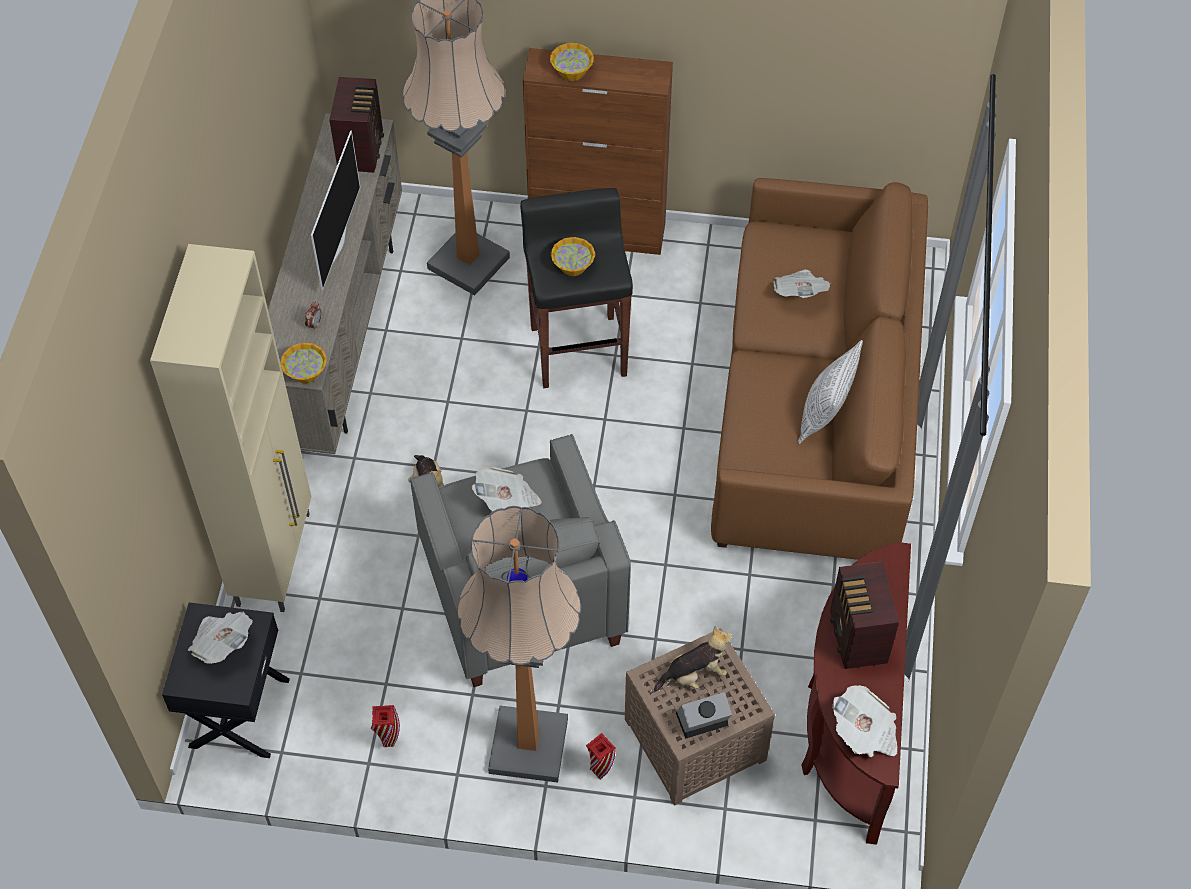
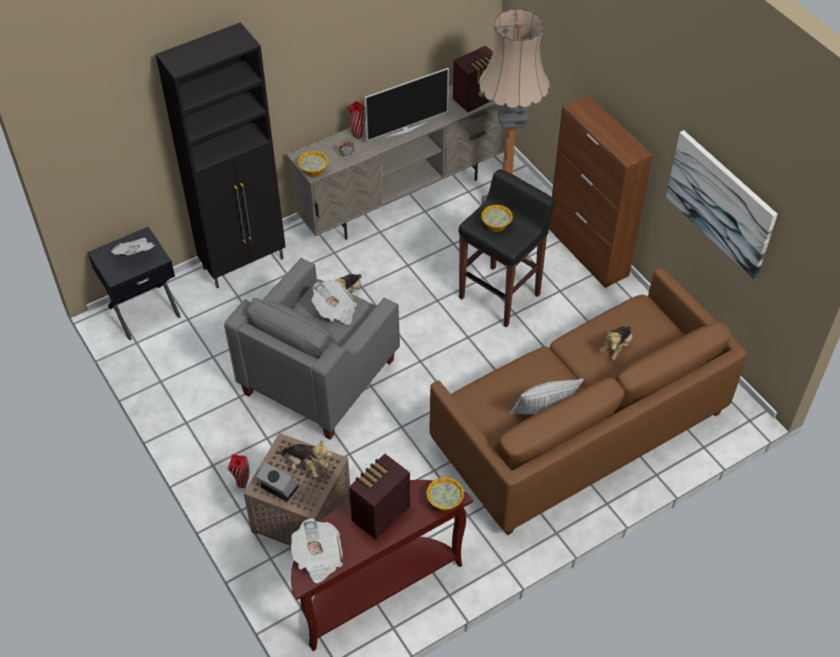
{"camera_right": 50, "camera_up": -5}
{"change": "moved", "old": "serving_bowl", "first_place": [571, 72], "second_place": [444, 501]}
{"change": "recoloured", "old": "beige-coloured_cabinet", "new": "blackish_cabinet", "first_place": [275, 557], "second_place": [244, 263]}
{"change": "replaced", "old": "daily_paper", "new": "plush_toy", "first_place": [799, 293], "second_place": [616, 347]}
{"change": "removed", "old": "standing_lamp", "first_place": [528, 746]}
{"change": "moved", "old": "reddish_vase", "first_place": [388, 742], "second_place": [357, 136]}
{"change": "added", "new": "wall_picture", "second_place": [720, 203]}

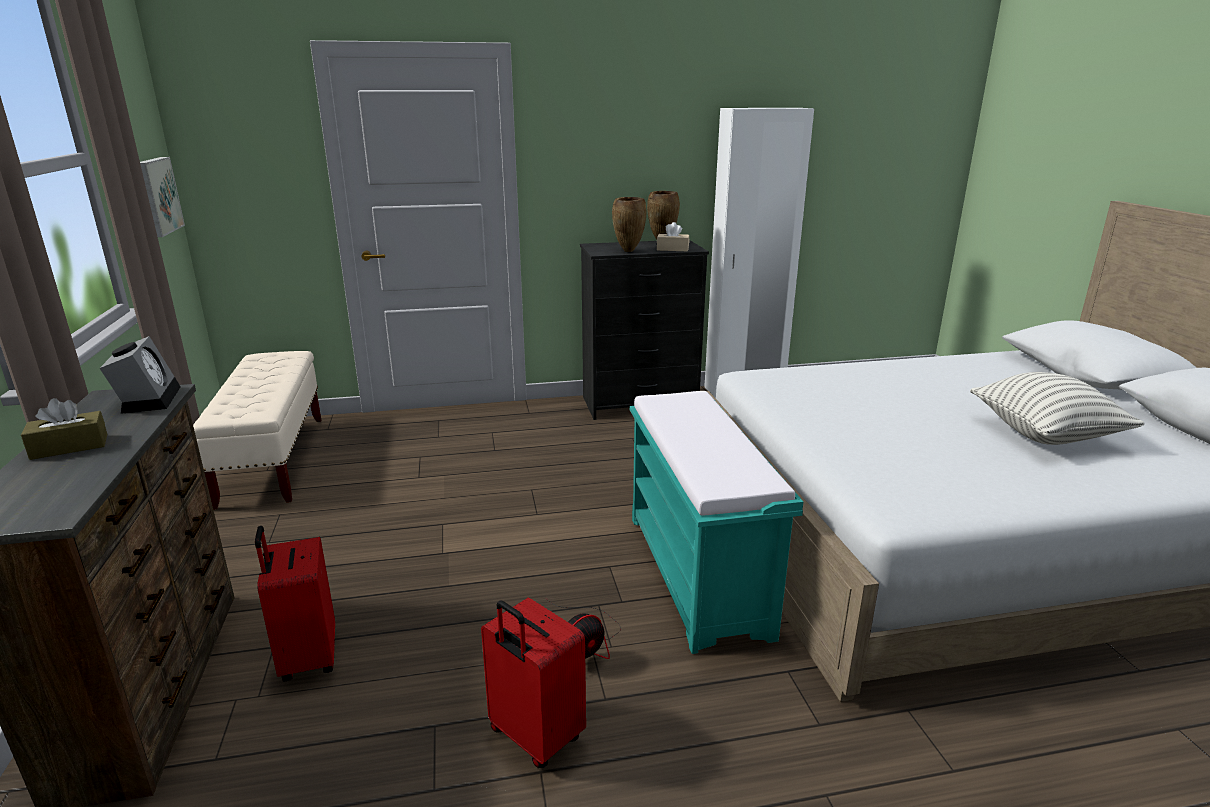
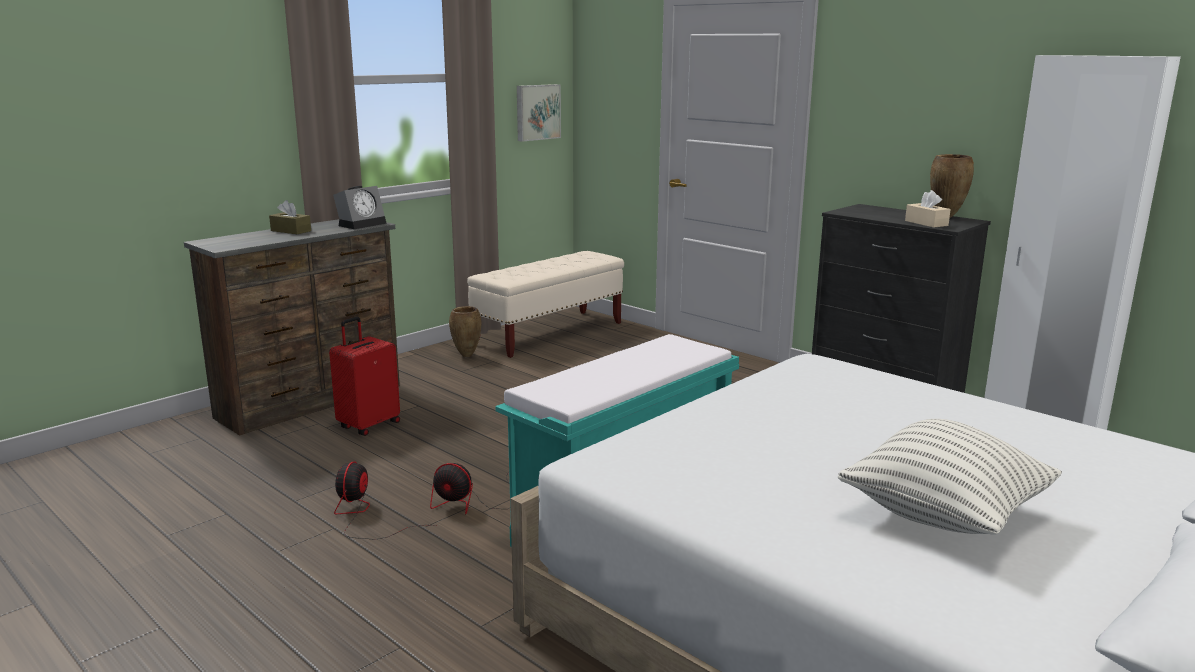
{"camera_right": 55, "camera_up": -5}
{"change": "moved", "old": "brownish_vase", "first_place": [628, 251], "second_place": [466, 356]}
{"change": "replaced", "old": "reddish_suitcase", "new": "cooling_fan", "first_place": [534, 737], "second_place": [363, 515]}

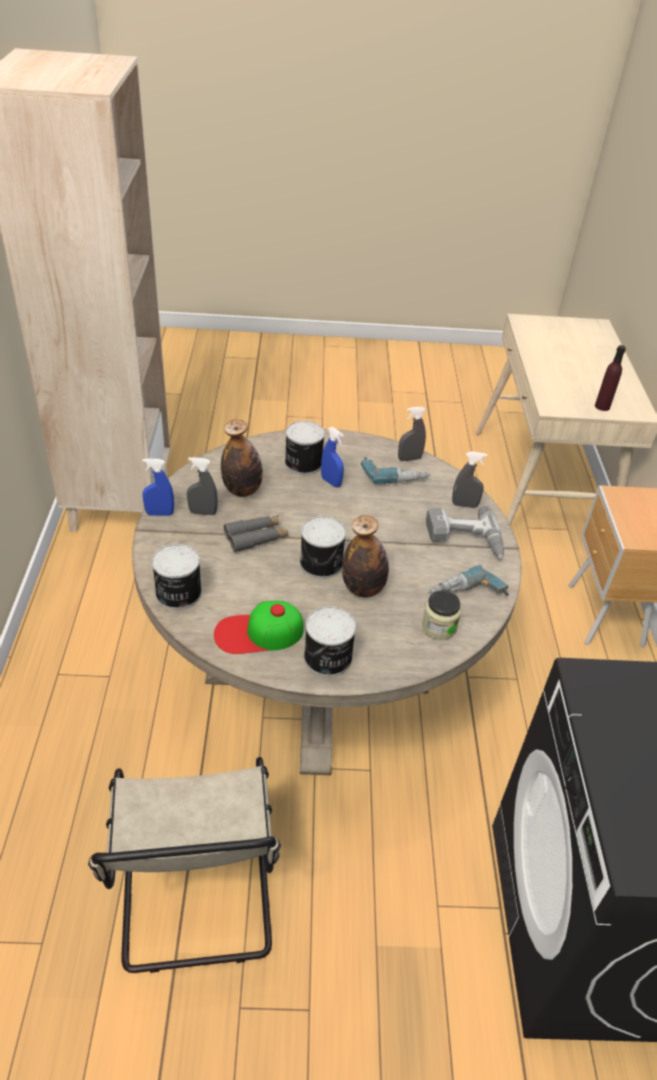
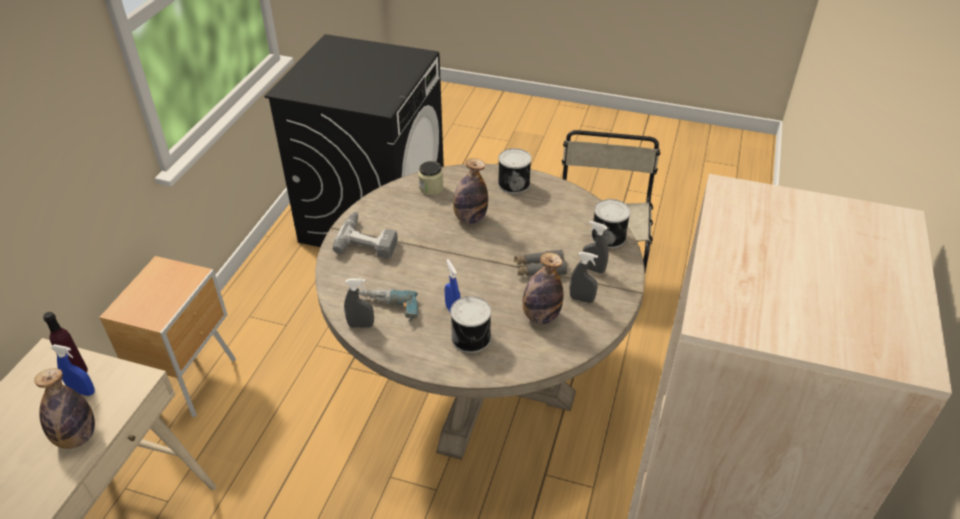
{"camera_right": -160, "camera_up": 0}
{"change": "moved", "old": "grey_sprayer", "first_place": [464, 505], "second_place": [593, 269]}
{"change": "moved", "old": "blue_sprayer", "first_place": [159, 513], "second_place": [83, 391]}
{"change": "removed", "old": "can", "first_place": [322, 563]}
{"change": "removed", "old": "electric_drill", "first_place": [467, 596]}
{"change": "removed", "old": "peaked_cap", "first_place": [258, 633]}
{"change": "added", "new": "bottle", "second_place": [77, 437]}

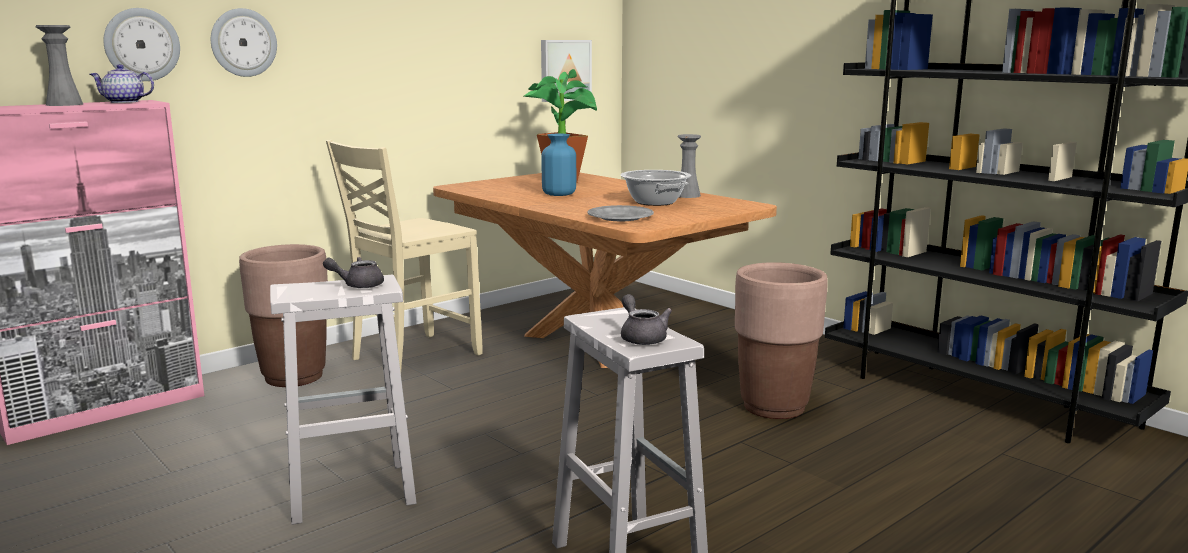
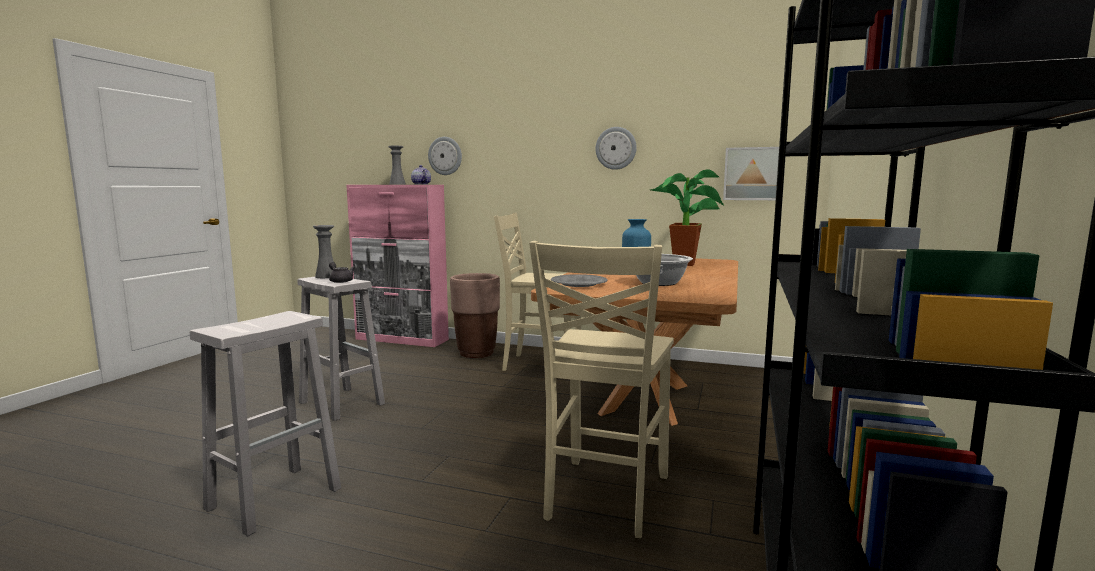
{"camera_right": 60, "camera_up": -5}
{"change": "moved", "old": "clock_on_the_wall", "first_place": [243, 42], "second_place": [616, 148]}
{"change": "moved", "old": "grey_vase", "first_place": [687, 195], "second_place": [326, 276]}
{"change": "replaced", "old": "brownish_planter", "new": "beige-coloured_chair", "first_place": [774, 407], "second_place": [604, 497]}
{"change": "removed", "old": "grey_tea_pot", "first_place": [641, 337]}

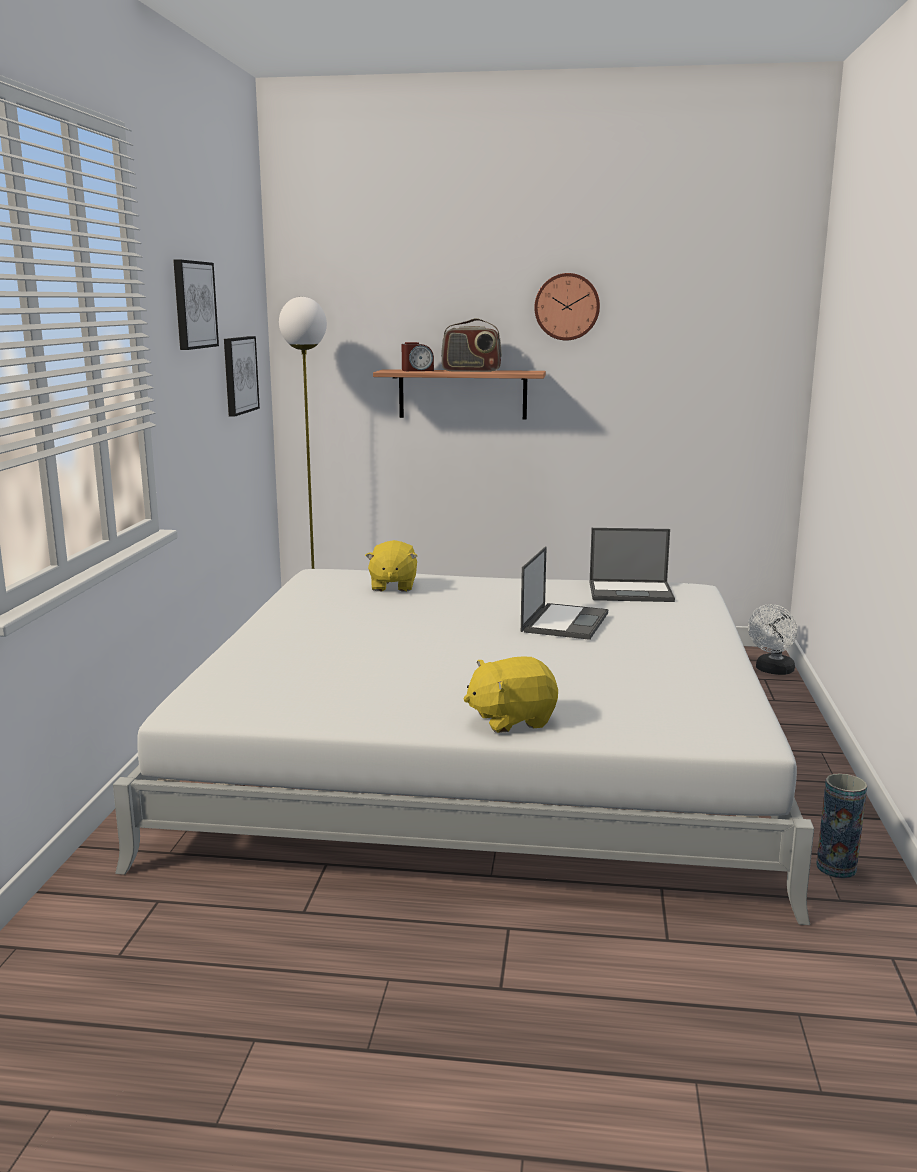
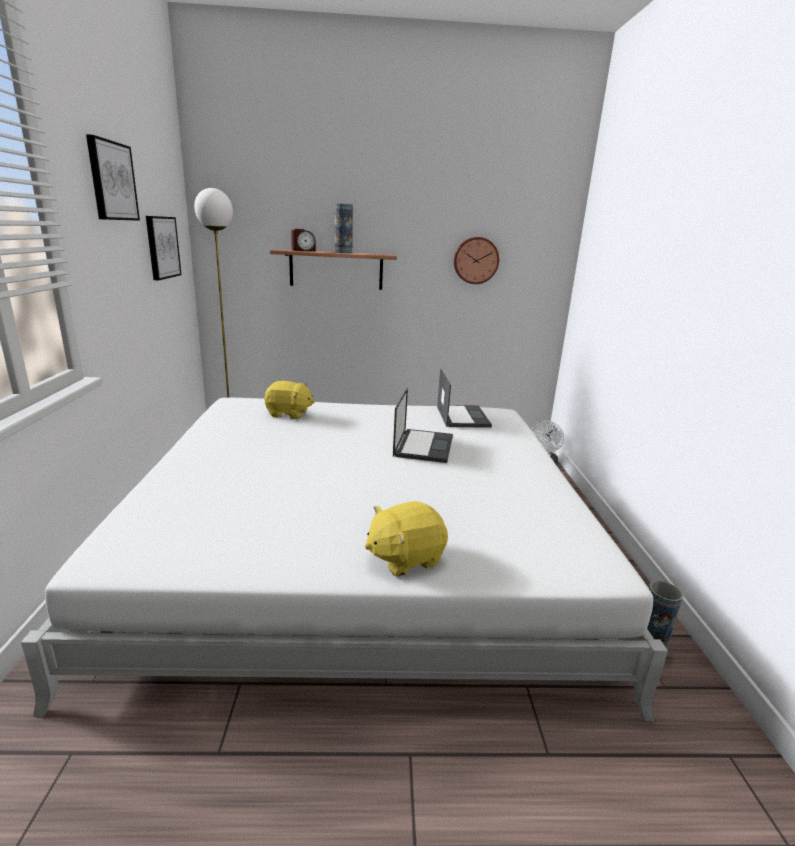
{"camera_right": -10, "camera_up": 5}
{"change": "moved", "old": "clock_on_the_wall", "first_place": [567, 306], "second_place": [475, 260]}
{"change": "replaced", "old": "radio_set", "new": "vase", "first_place": [471, 371], "second_place": [343, 252]}
{"change": "turned", "old": "notebook_computer", "first_place": [631, 592], "second_place": [462, 416], "degrees": -90}
{"change": "turned", "old": "yellow-coloured_plush_toy", "first_place": [392, 586], "second_place": [289, 414], "degrees": -75}

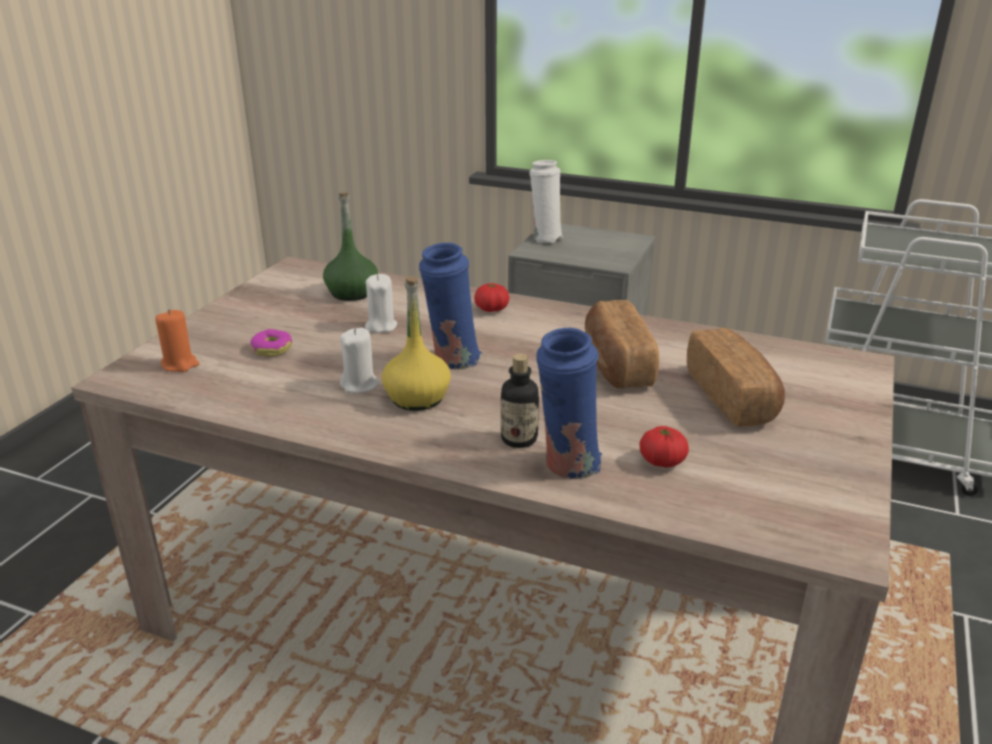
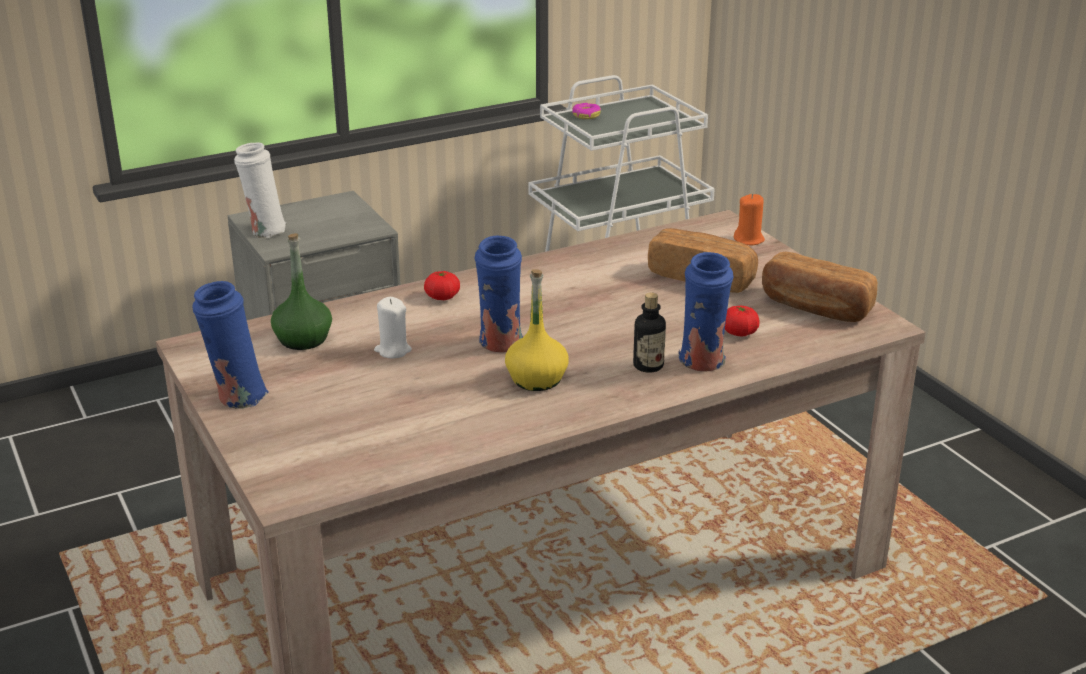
{"camera_right": -50, "camera_up": 0}
{"change": "moved", "old": "bakery_bread", "first_place": [616, 364], "second_place": [815, 307]}
{"change": "moved", "old": "orange-coloured_wax_light", "first_place": [180, 364], "second_place": [749, 240]}
{"change": "removed", "old": "white-coloured_wax_light", "first_place": [360, 385]}
{"change": "moved", "old": "doughnut", "first_place": [272, 349], "second_place": [586, 115]}
{"change": "added", "new": "blue_vase", "second_place": [237, 398]}

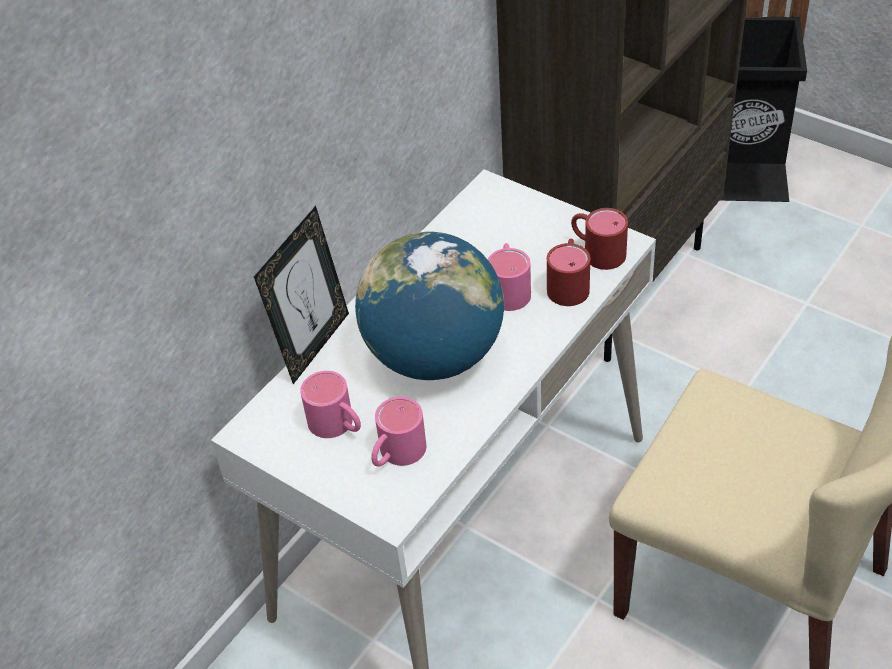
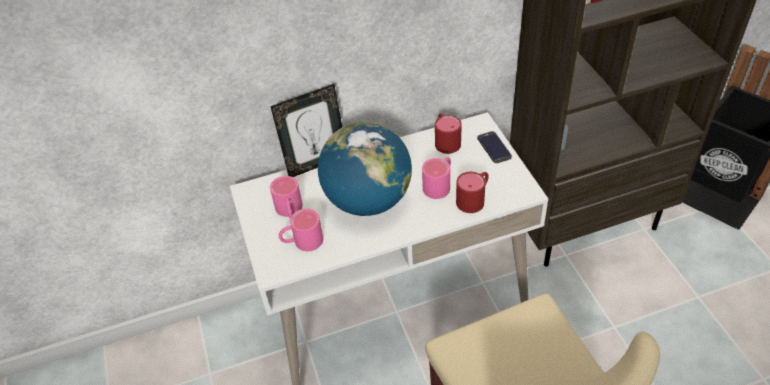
{"camera_right": 35, "camera_up": 0}
{"change": "moved", "old": "reddish_mug", "first_place": [597, 251], "second_place": [445, 140]}
{"change": "added", "new": "telephone", "second_place": [494, 147]}

